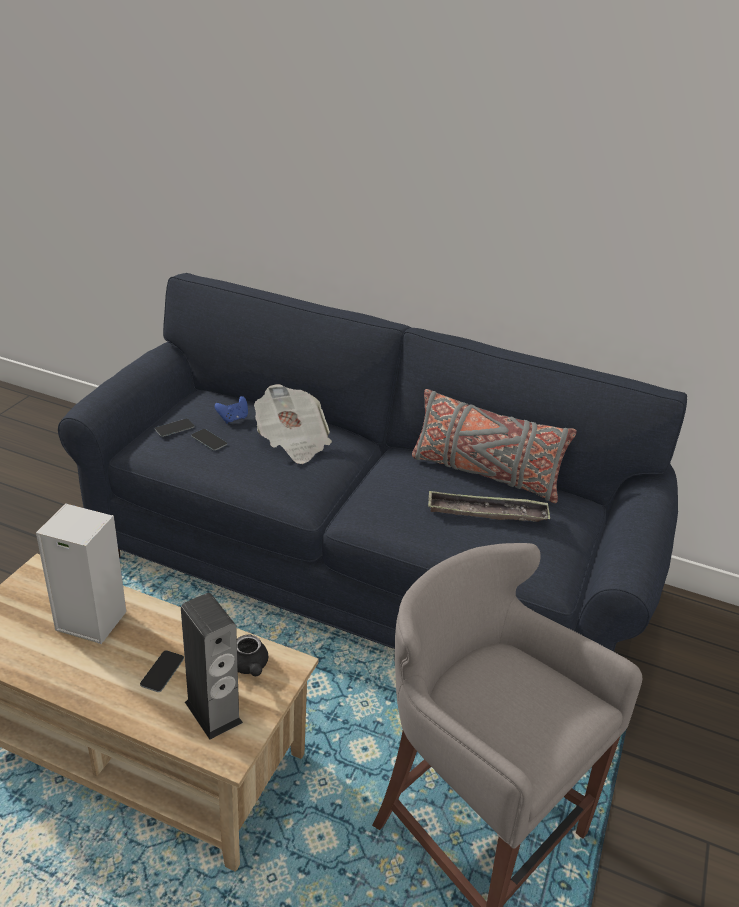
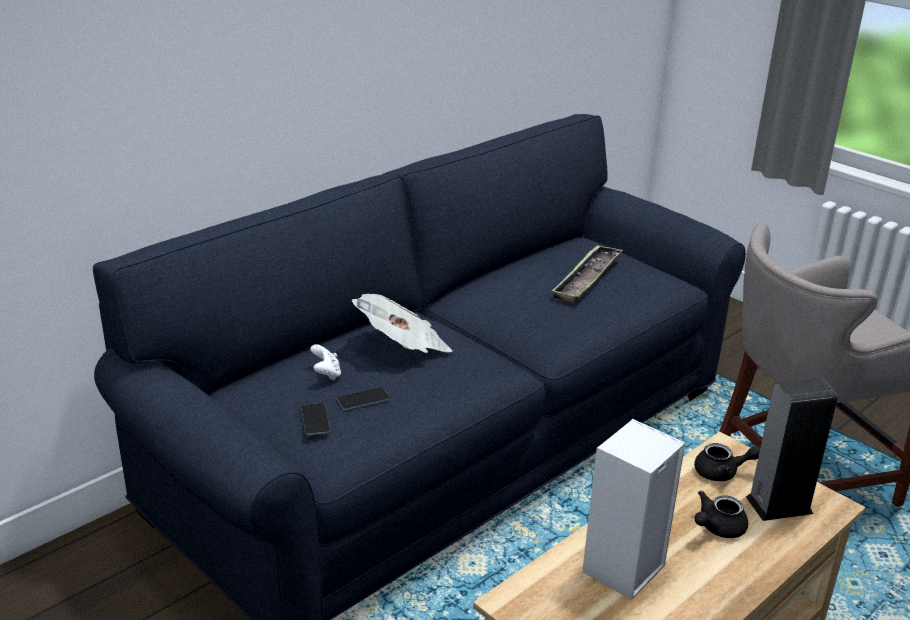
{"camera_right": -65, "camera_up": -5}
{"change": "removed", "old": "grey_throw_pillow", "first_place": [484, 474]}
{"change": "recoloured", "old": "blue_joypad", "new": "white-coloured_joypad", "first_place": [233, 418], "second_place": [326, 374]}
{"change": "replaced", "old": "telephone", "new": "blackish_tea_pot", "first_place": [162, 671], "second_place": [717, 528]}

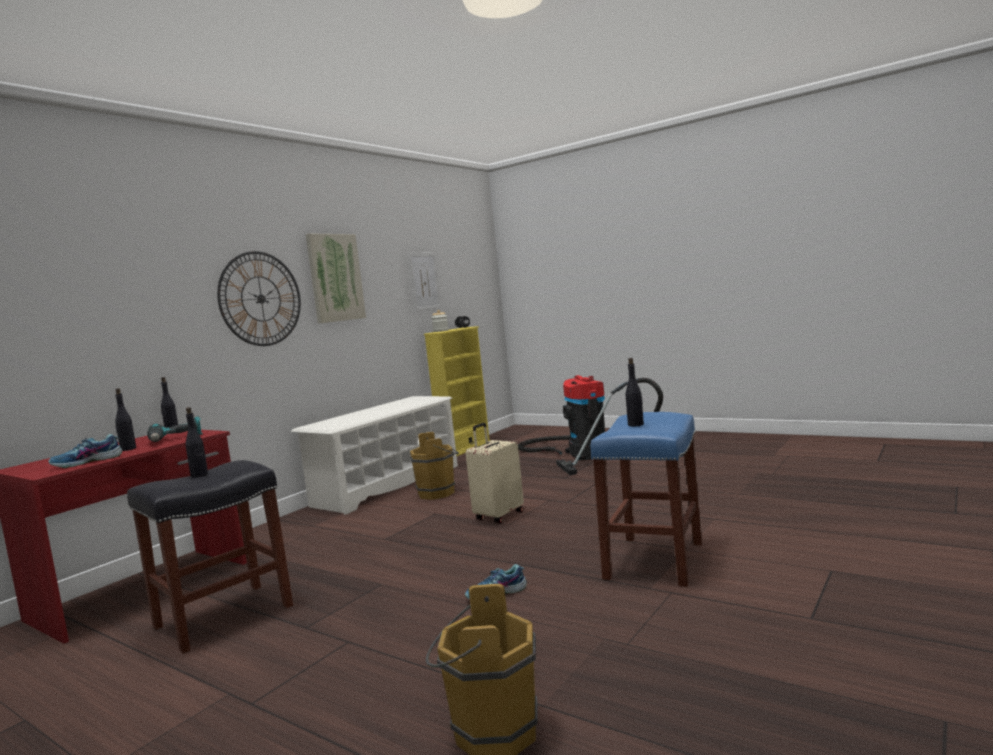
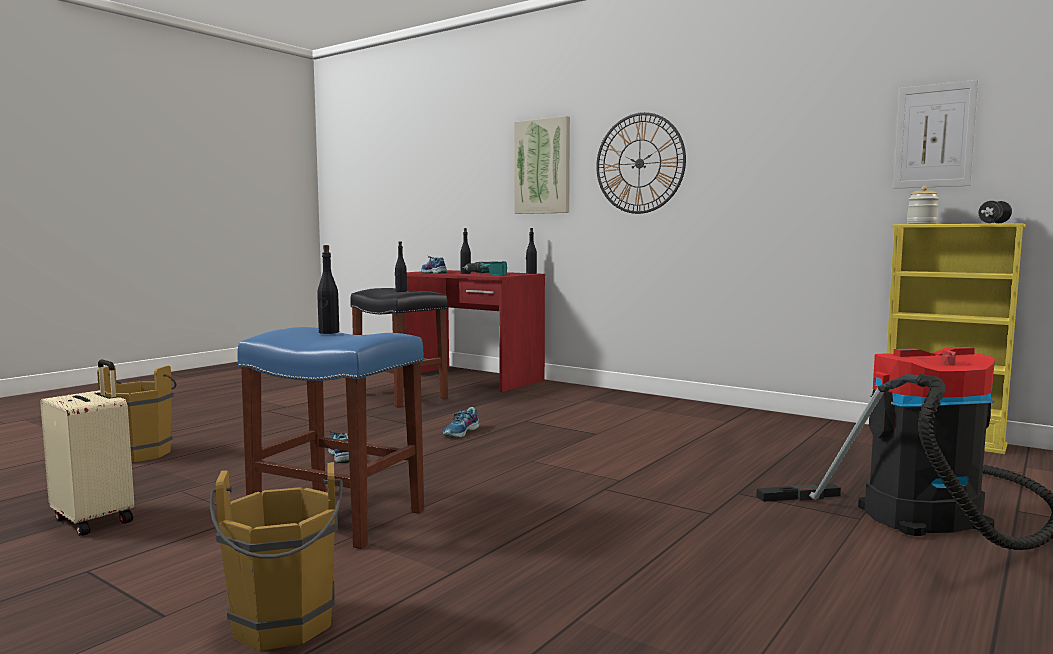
{"camera_right": 90, "camera_up": 0}
{"change": "moved", "old": "wall_picture", "first_place": [335, 278], "second_place": [542, 166]}
{"change": "removed", "old": "white-coloured_shoe_rack", "first_place": [387, 485]}
{"change": "moved", "old": "beige-coloured_suitcase", "first_place": [498, 516], "second_place": [95, 519]}
{"change": "moved", "old": "brownish_bucket", "first_place": [439, 493], "second_place": [283, 628]}
{"change": "added", "new": "item_of_footwear", "second_place": [461, 432]}

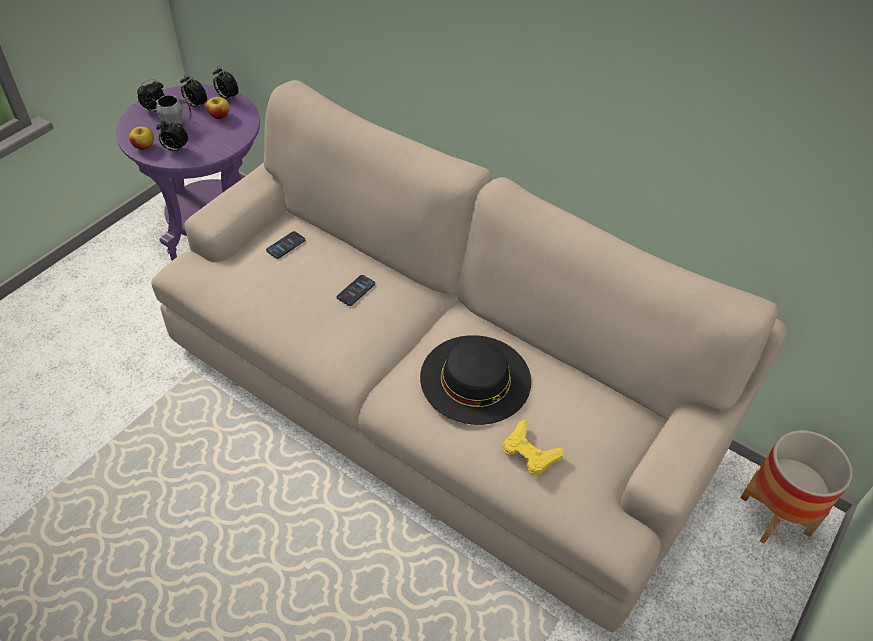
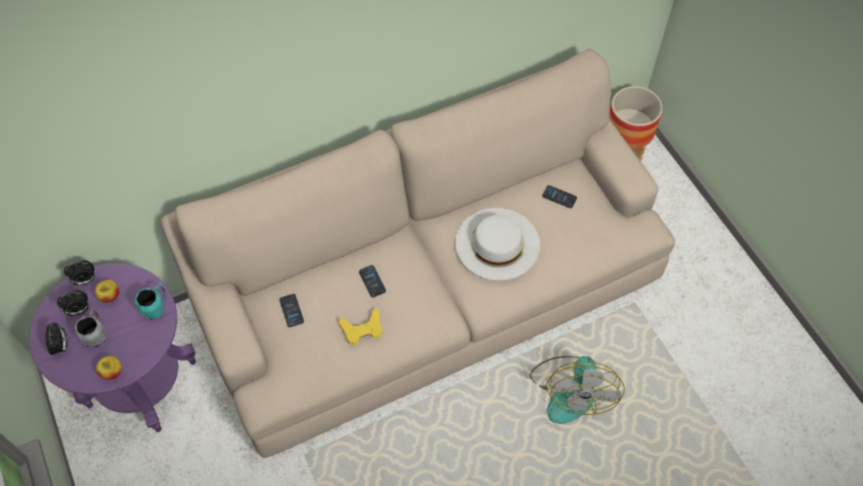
{"camera_right": -60, "camera_up": 10}
{"change": "removed", "old": "alarm_clock", "first_place": [175, 149]}
{"change": "recoloured", "old": "blackish_clothing_hat", "new": "white-coloured_clothing_hat", "first_place": [475, 378], "second_place": [497, 243]}
{"change": "moved", "old": "yellow-coloured_joypad", "first_place": [530, 452], "second_place": [362, 329]}
{"change": "added", "new": "telephone", "second_place": [559, 197]}
{"change": "added", "new": "turquoise-coloured_mug", "second_place": [156, 307]}
{"change": "added", "new": "cooling_fan", "second_place": [570, 390]}

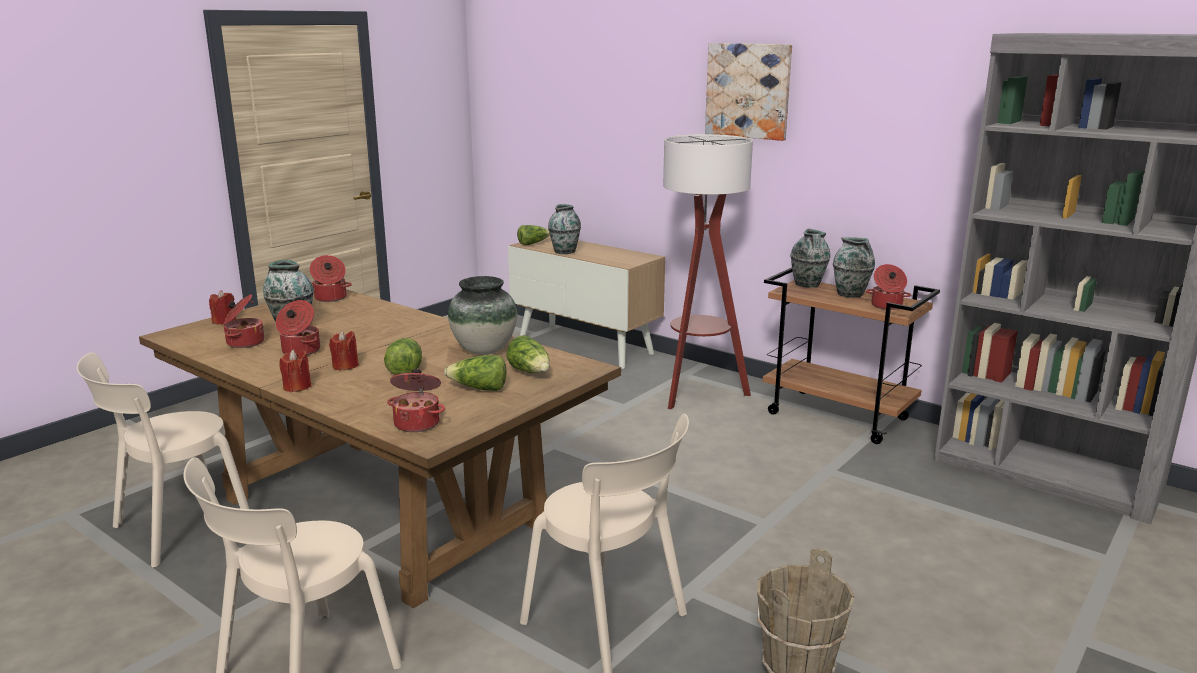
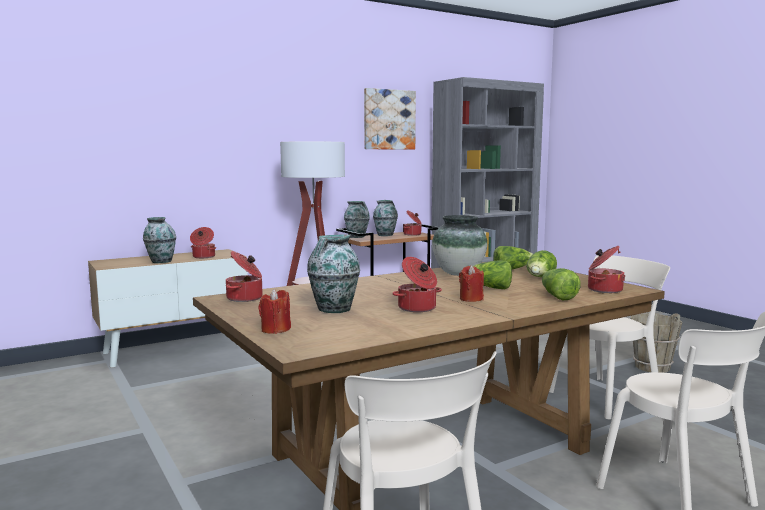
{"camera_right": -70, "camera_up": -10}
{"change": "moved", "old": "wall_picture", "first_place": [748, 91], "second_place": [389, 119]}
{"change": "moved", "old": "lettuce_head", "first_place": [533, 243], "second_place": [557, 296]}
{"change": "moved", "old": "saucepot", "first_place": [244, 342], "second_place": [203, 257]}
{"change": "removed", "old": "reddish_wax_light", "first_place": [297, 387]}

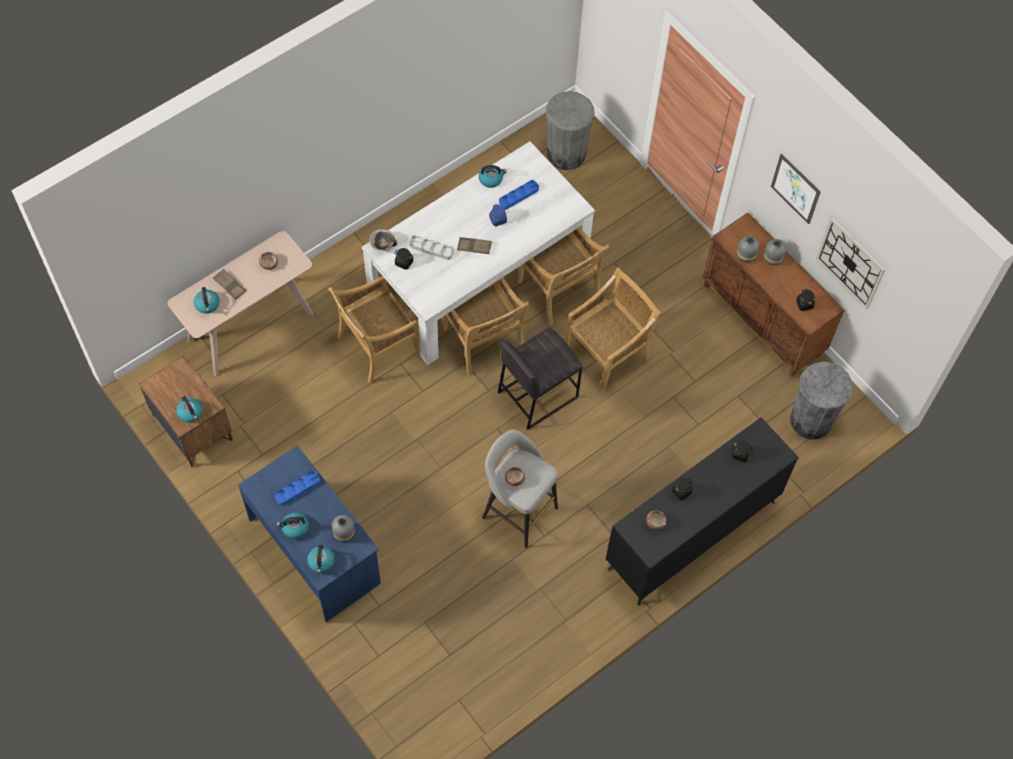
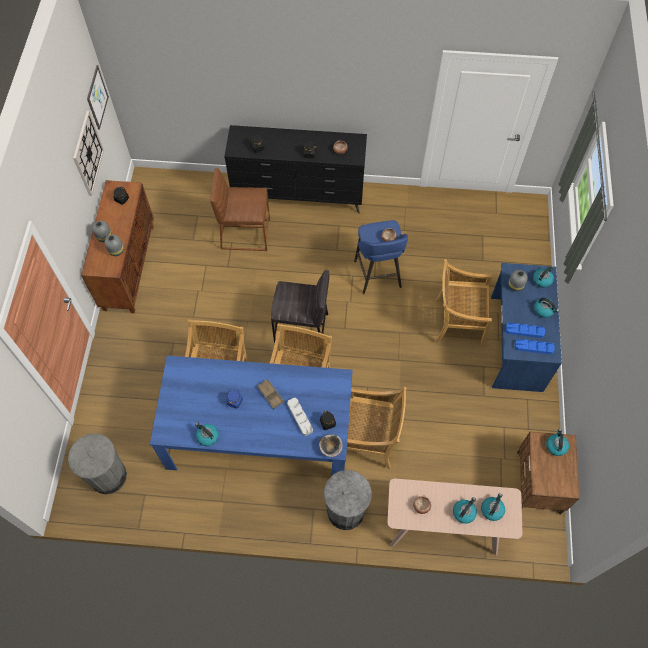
{"camera_right": -135, "camera_up": 0}
{"change": "recoloured", "old": "white-coloured_dining_table", "new": "blue_dining_table", "first_place": [478, 276], "second_place": [259, 434]}
{"change": "moved", "old": "wall_picture", "first_place": [795, 188], "second_place": [97, 97]}
{"change": "moved", "old": "blue_tray", "first_place": [518, 196], "second_place": [534, 347]}
{"change": "moved", "old": "beige-coloured_chair", "first_place": [607, 354], "second_place": [457, 322]}
{"change": "replaced", "old": "brownish_tray", "new": "water_kettle", "first_place": [229, 285], "second_place": [464, 512]}
{"change": "moved", "old": "grey_rubbish_bin", "first_place": [811, 420], "second_place": [345, 511]}
{"change": "recoloured", "old": "grey_stool_seat", "new": "blue_stool_seat", "first_place": [518, 511], "second_place": [378, 275]}
{"change": "added", "new": "brownish_stool_seat", "second_place": [245, 233]}

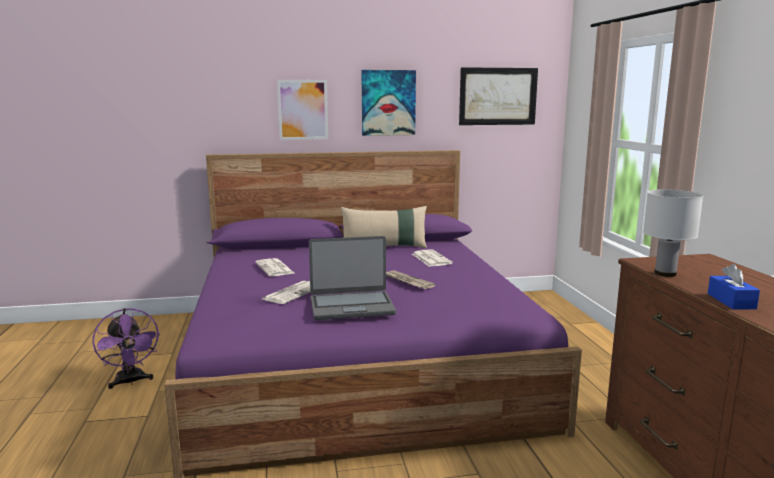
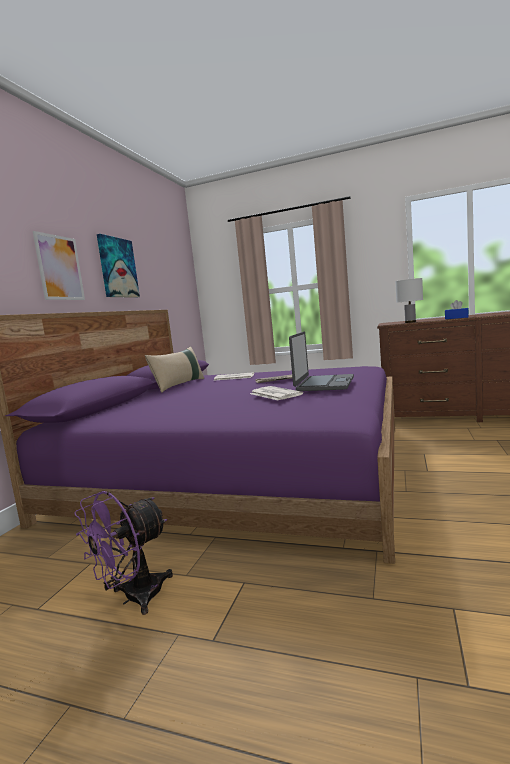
{"camera_right": -60, "camera_up": -5}
{"change": "removed", "old": "wall_picture", "first_place": [497, 96]}
{"change": "removed", "old": "daily_paper", "first_place": [275, 268]}
{"change": "turned", "old": "purplish_cooling_fan", "first_place": [130, 382], "second_place": [134, 598], "degrees": 135}

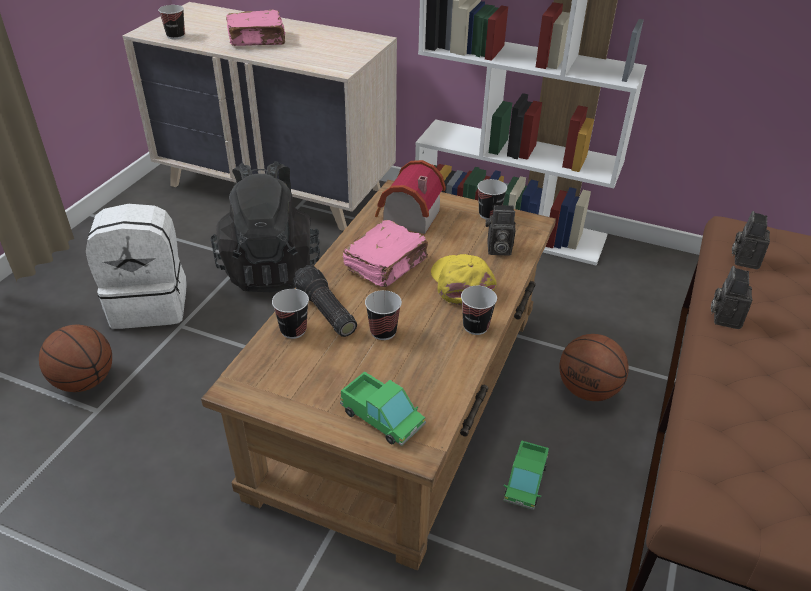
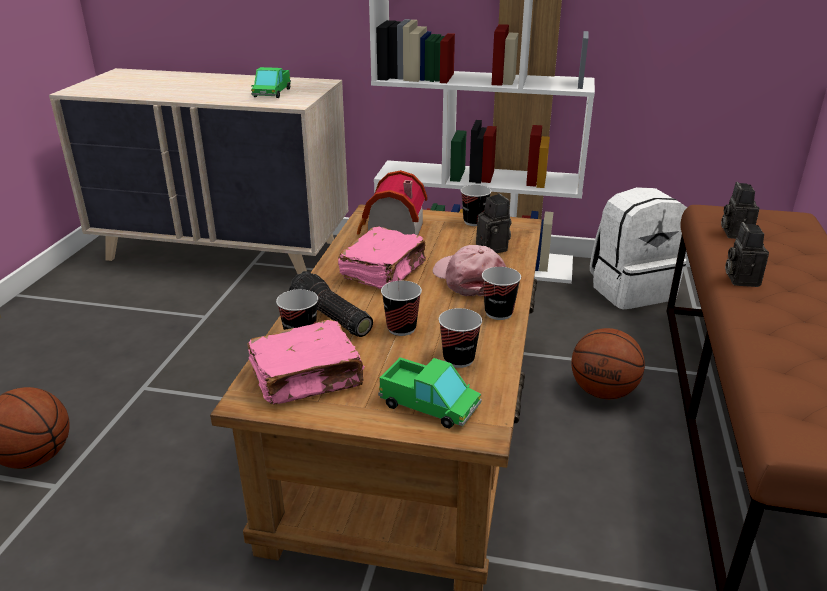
{"camera_right": -10, "camera_up": -10}
{"change": "moved", "old": "small_cup", "first_place": [176, 36], "second_place": [458, 359]}
{"change": "moved", "old": "pinkish_book", "first_place": [257, 40], "second_place": [308, 379]}
{"change": "removed", "old": "blackish_backpack", "first_place": [271, 268]}
{"change": "moved", "old": "white-coloured_backpack", "first_place": [150, 304], "second_place": [631, 289]}
{"change": "turned", "old": "photo_camera", "first_place": [497, 249], "second_place": [494, 248], "degrees": -105}
{"change": "recoloured", "old": "yellow-coloured_peaked_cap", "new": "pinkish_peaked_cap", "first_place": [461, 283], "second_place": [468, 279]}
{"change": "moved", "old": "model_truck", "first_place": [525, 482], "second_place": [272, 93]}

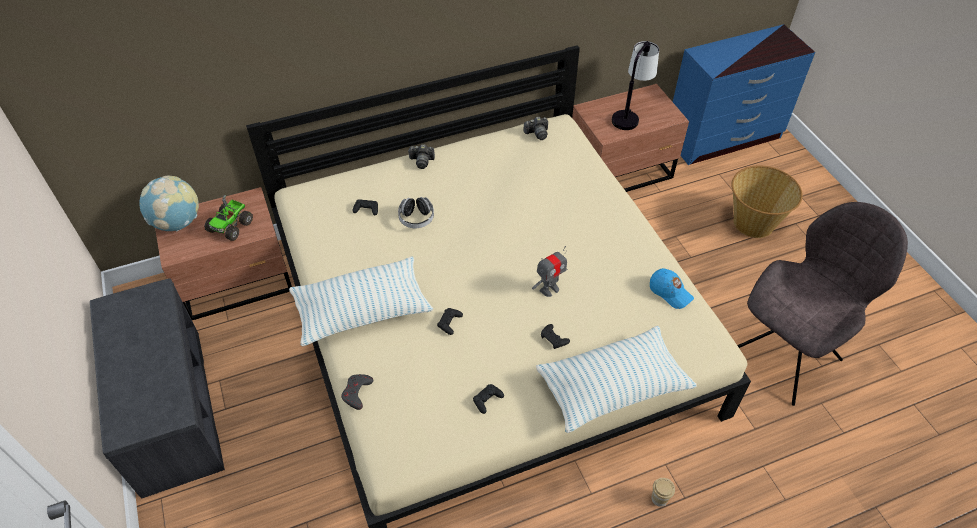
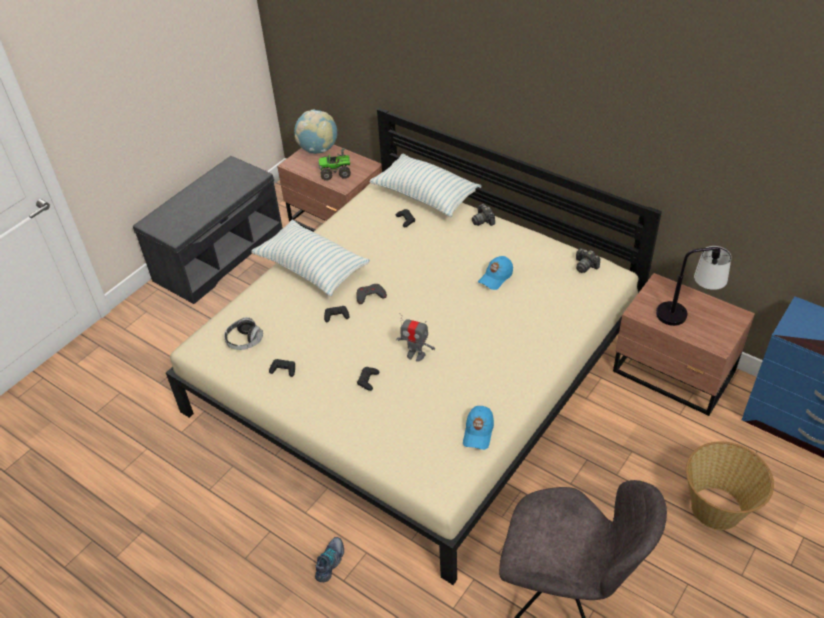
{"camera_right": 60, "camera_up": -5}
{"change": "moved", "old": "pair_of_headphones", "first_place": [416, 219], "second_place": [244, 341]}
{"change": "moved", "old": "throw_pillow", "first_place": [612, 387], "second_place": [425, 196]}
{"change": "moved", "old": "grey_joypad", "first_place": [357, 392], "second_place": [370, 296]}
{"change": "replaced", "old": "small_cup", "new": "item_of_footwear", "first_place": [659, 498], "second_place": [330, 562]}
{"change": "added", "new": "blue_peaked_cap", "second_place": [495, 277]}

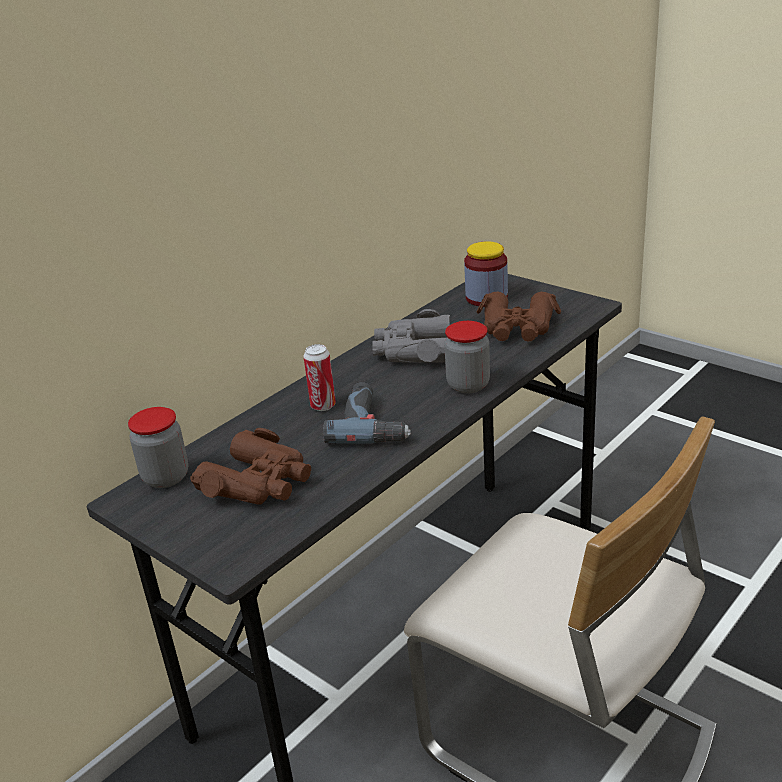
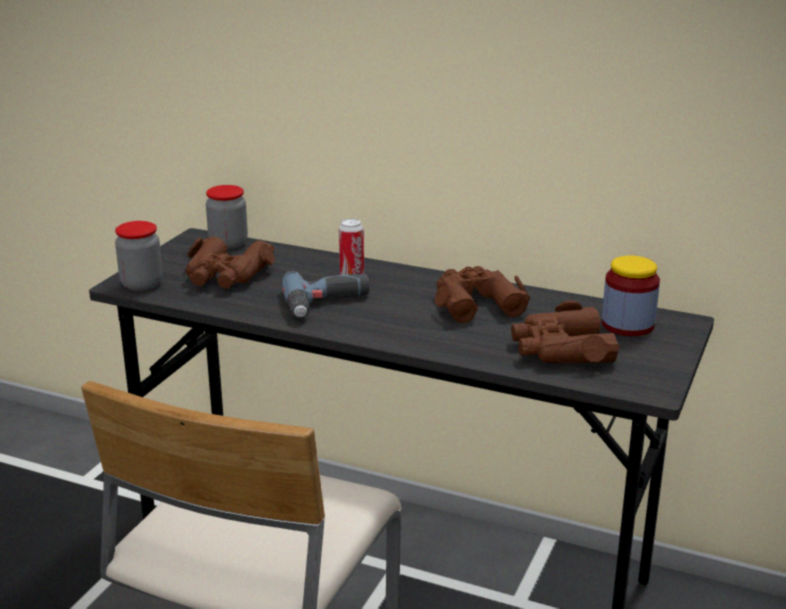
{"camera_right": 70, "camera_up": -5}
{"change": "recoloured", "old": "grey_binoculars", "new": "brownish_binoculars", "first_place": [413, 351], "second_place": [476, 303]}
{"change": "moved", "old": "jar", "first_place": [468, 385], "second_place": [142, 284]}

